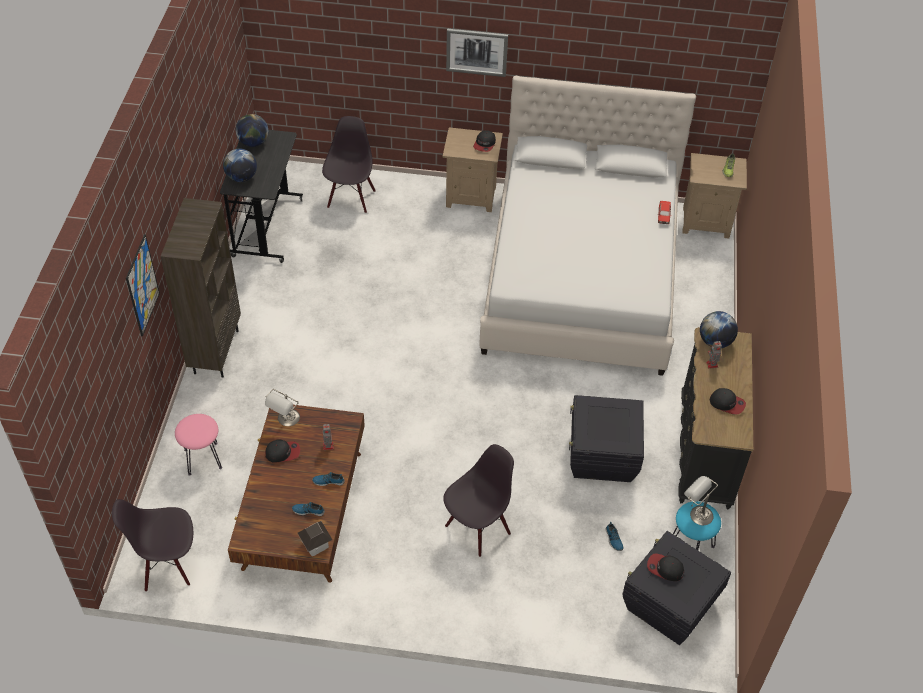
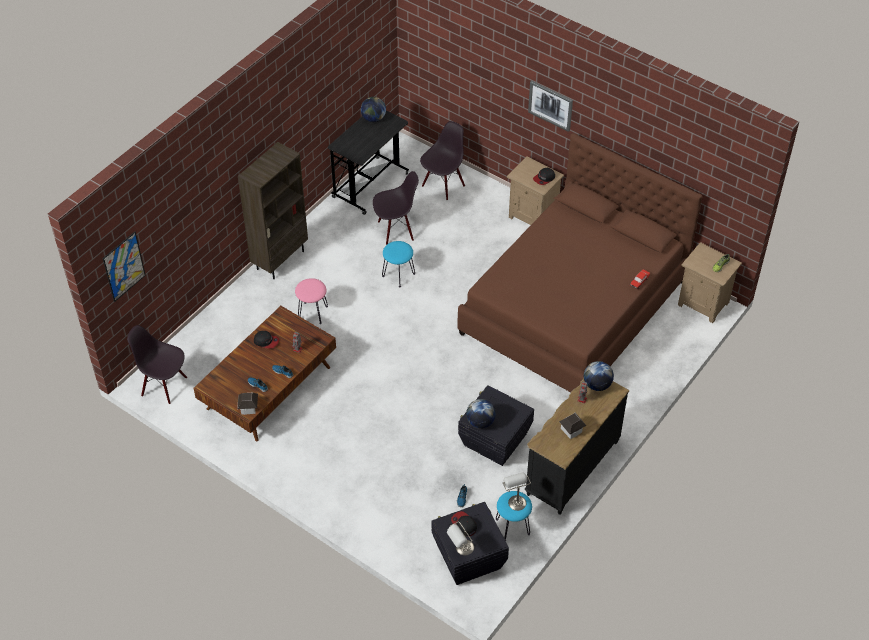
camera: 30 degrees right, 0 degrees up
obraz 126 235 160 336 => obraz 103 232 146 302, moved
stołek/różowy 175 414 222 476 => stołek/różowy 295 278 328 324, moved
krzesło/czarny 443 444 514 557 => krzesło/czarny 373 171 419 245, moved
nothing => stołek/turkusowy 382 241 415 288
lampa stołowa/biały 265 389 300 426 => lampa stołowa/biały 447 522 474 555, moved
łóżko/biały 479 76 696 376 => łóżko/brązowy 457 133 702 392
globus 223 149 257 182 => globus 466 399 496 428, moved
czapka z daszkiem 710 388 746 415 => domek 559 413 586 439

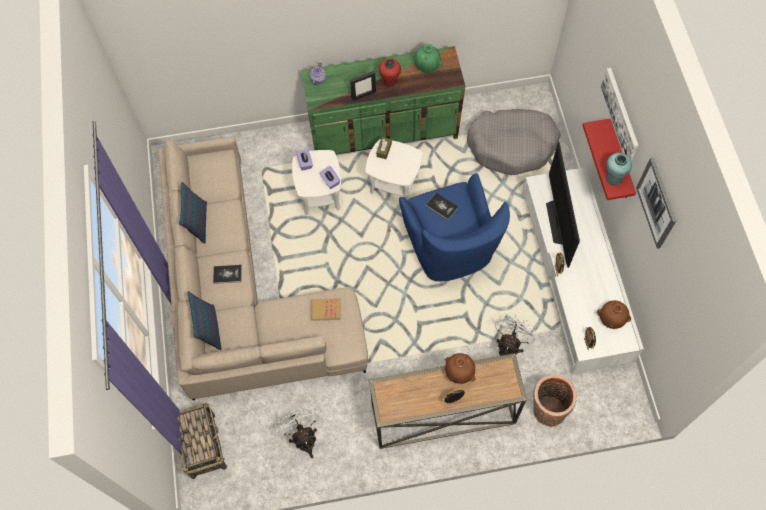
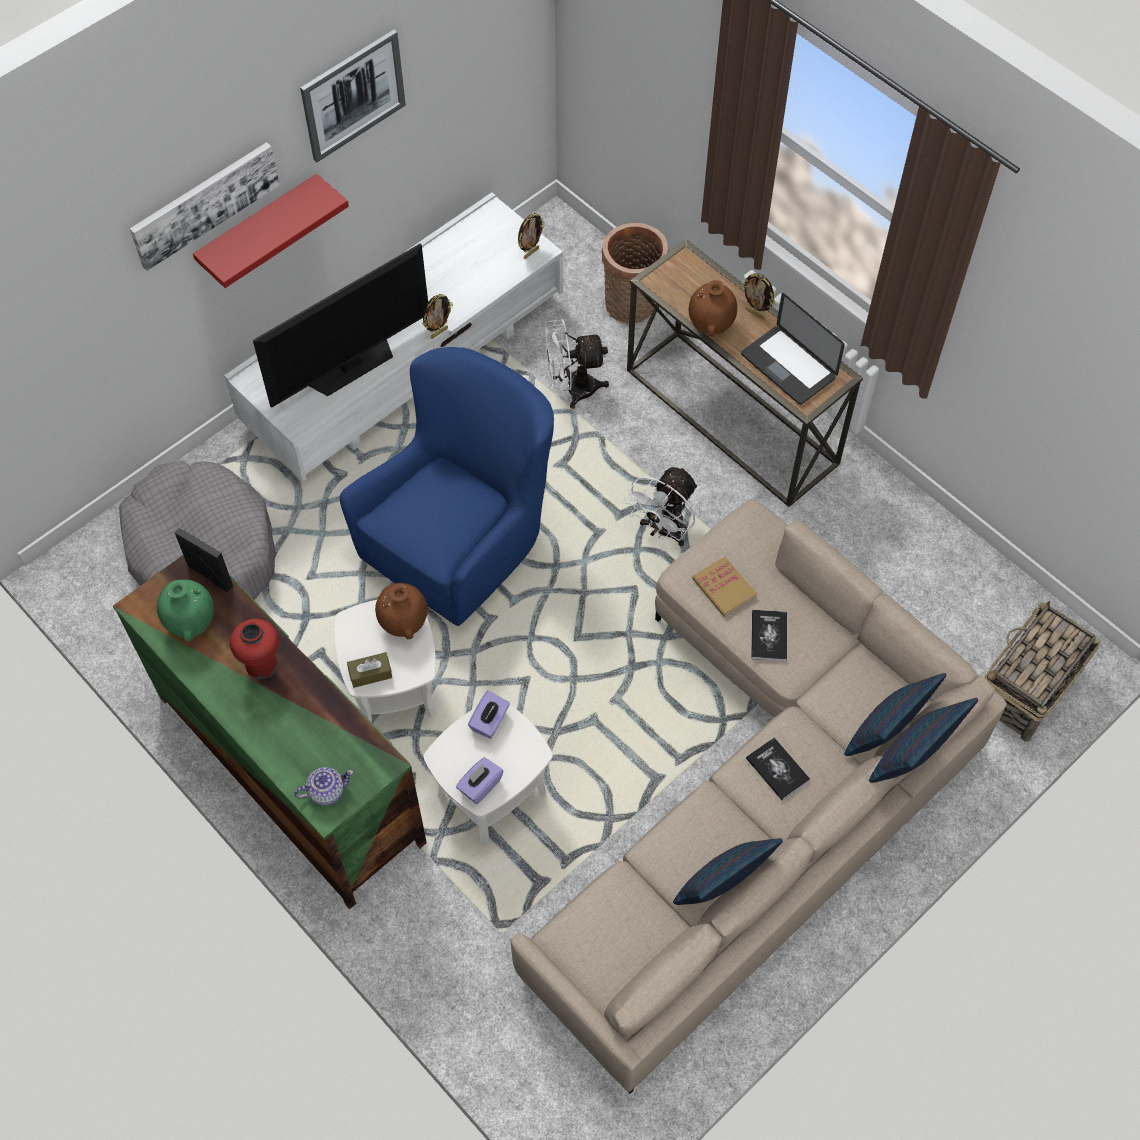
camera: 125 degrees left, 5 degrees down
ramka na zdjęcie 350 71 376 101 => ramka na zdjęcie 175 528 233 592, moved
wazon/brązowy 597 300 631 329 => wazon/brązowy 375 583 428 639, moved
wentylator/biały 275 405 319 458 => wentylator/biały 623 467 698 547, moved
nothing => laptop 741 293 845 405
książka 426 193 458 220 => książka 751 610 787 661, moved
nothing => poduszka/niebieski 869 698 978 783
wazon/turkusowy 606 153 632 186 => nothing

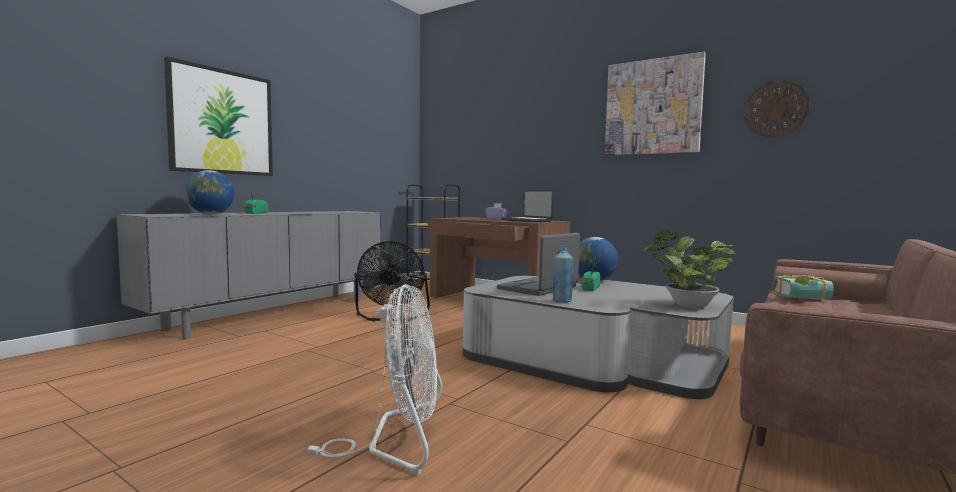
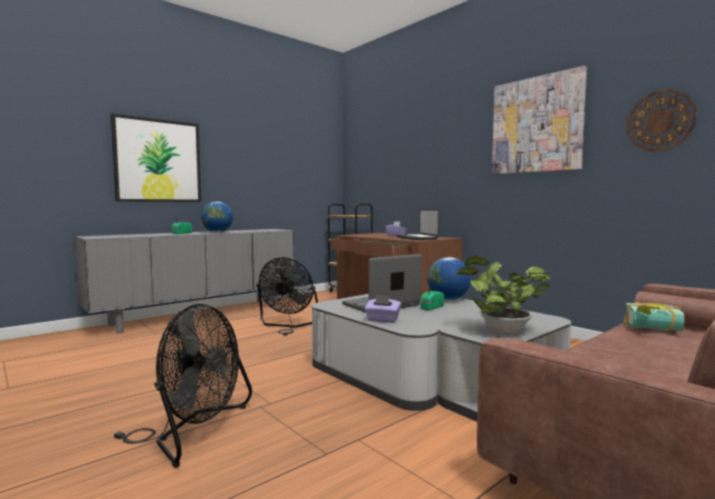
camera: 15 degrees right, 0 degrees up
wentylator/biały 307 284 442 476 => wentylator/czarny 114 304 252 468
globus 184 170 235 214 => globus 201 201 233 233, moved
butelka/niebieski 553 246 573 303 => pudełko chusteczek/fioletowy 365 295 401 323

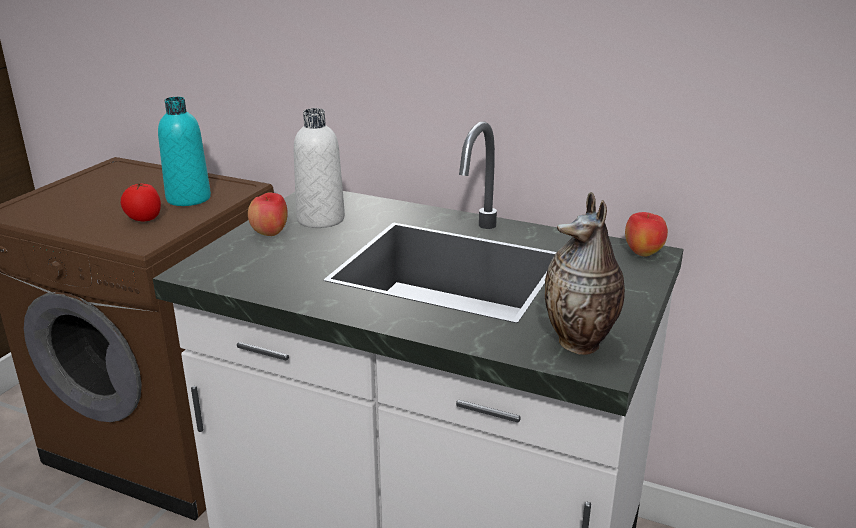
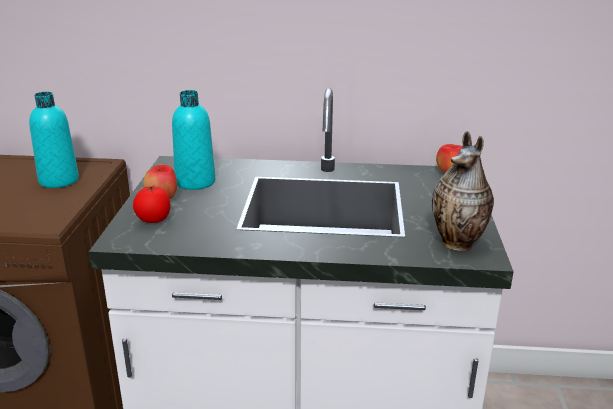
camera: 20 degrees left, 0 degrees up
pomidor 121 183 161 222 => pomidor 133 185 170 223, moved
butelka/biały 294 108 345 228 => butelka/turkusowy 172 90 215 190

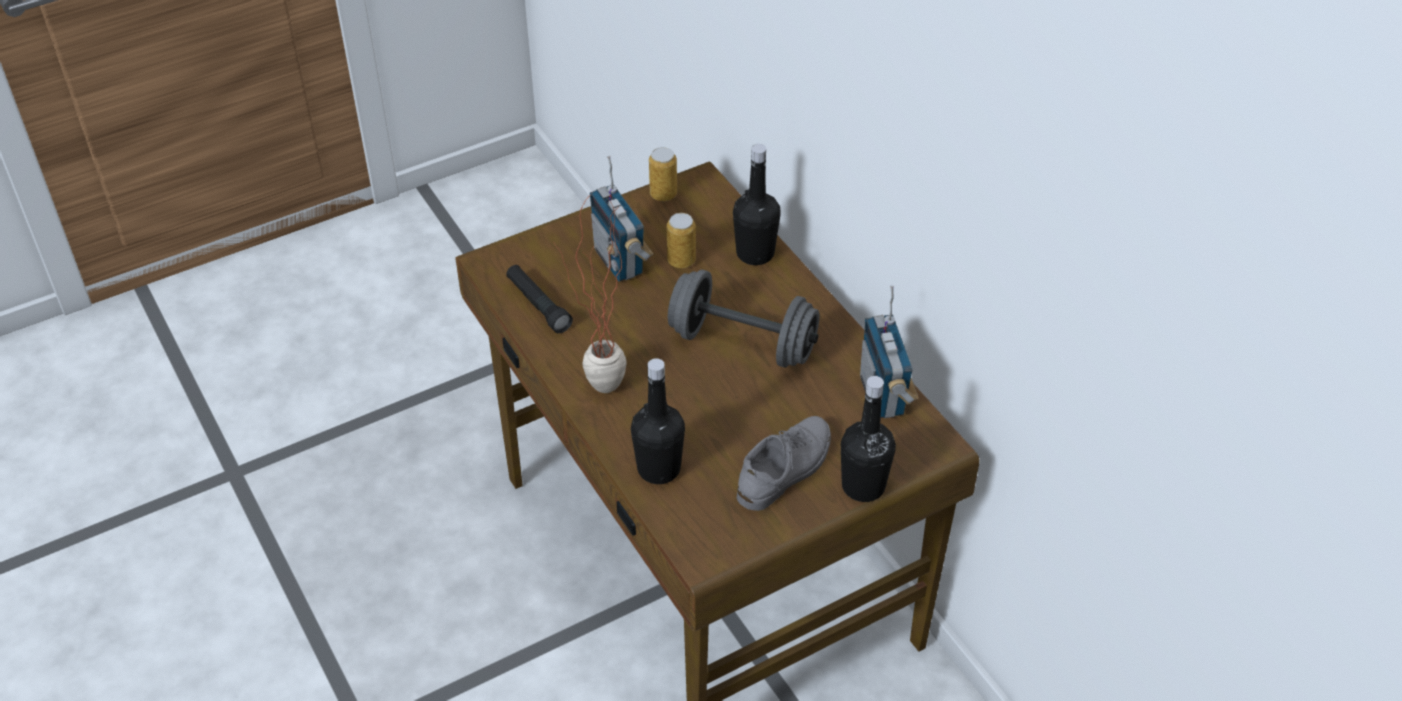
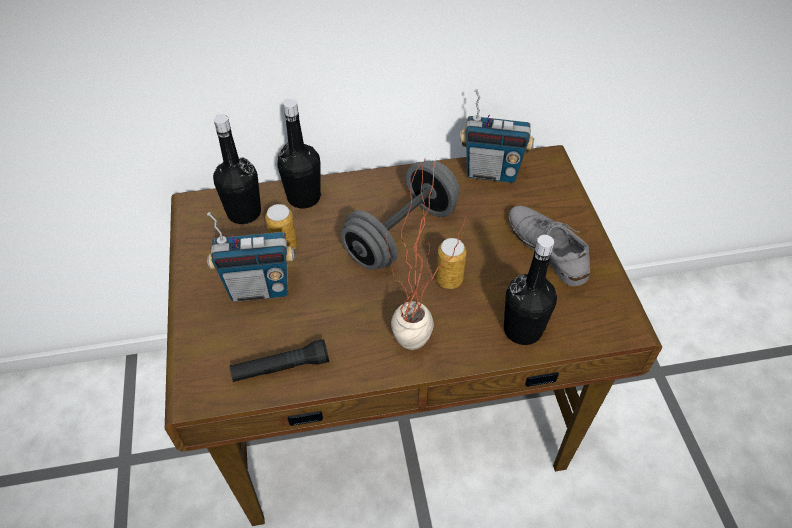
camera: 70 degrees left, 5 degrees up
butelka/czarny 841 376 896 502 => butelka/czarny 213 114 261 224, moved
puszka 649 147 677 201 => puszka 436 238 467 289, moved

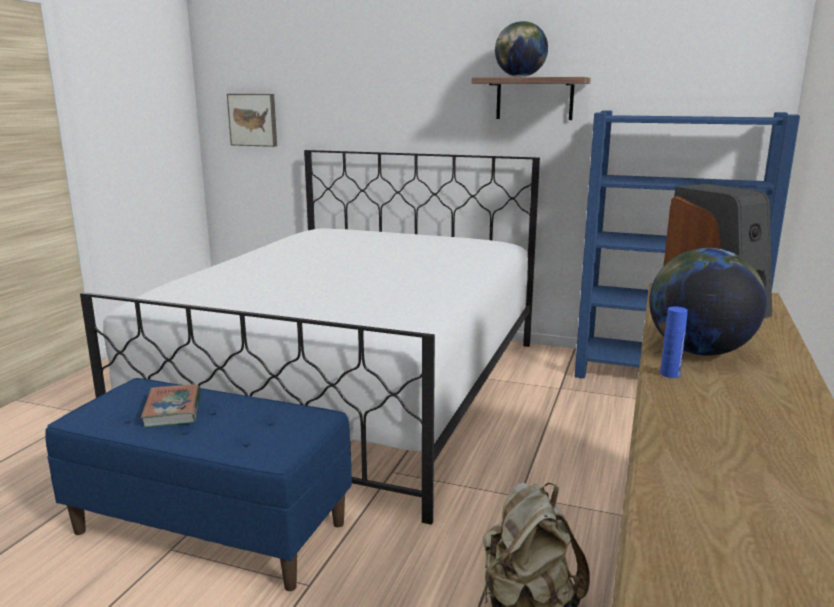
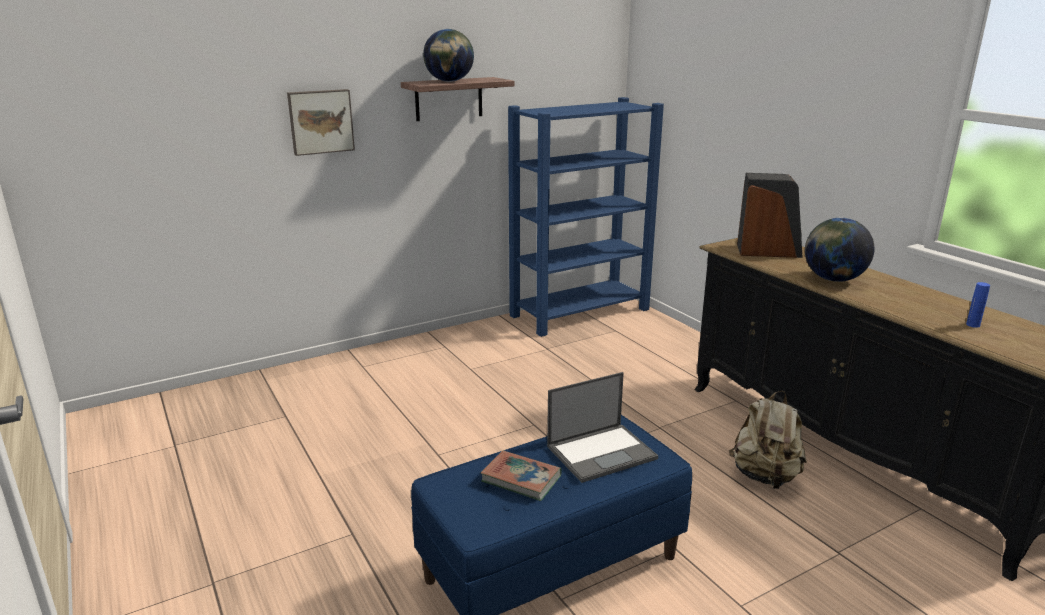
camera: 50 degrees left, 5 degrees up
obraz 227 94 277 147 => obraz 287 89 355 156, moved
nothing => laptop 547 372 658 483
butelka/niebieski 660 307 688 378 => butelka/niebieski 966 282 990 328, moved
łóżko/biały 80 150 540 525 => nothing

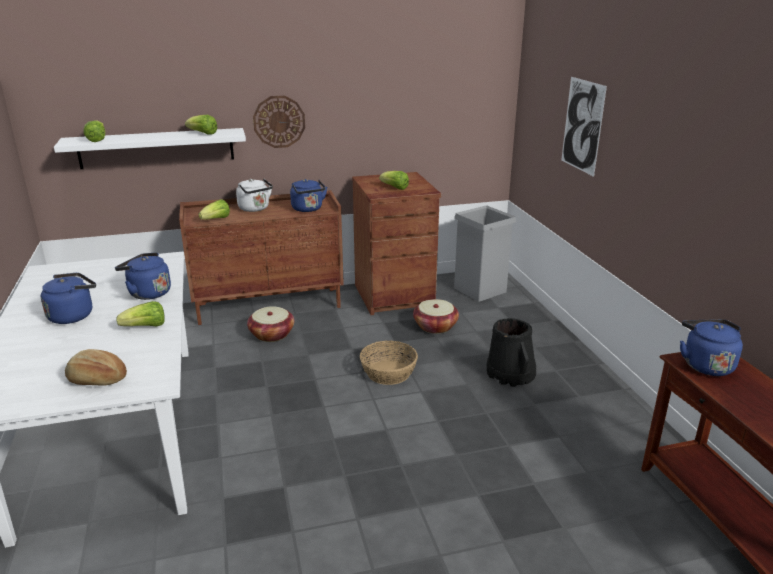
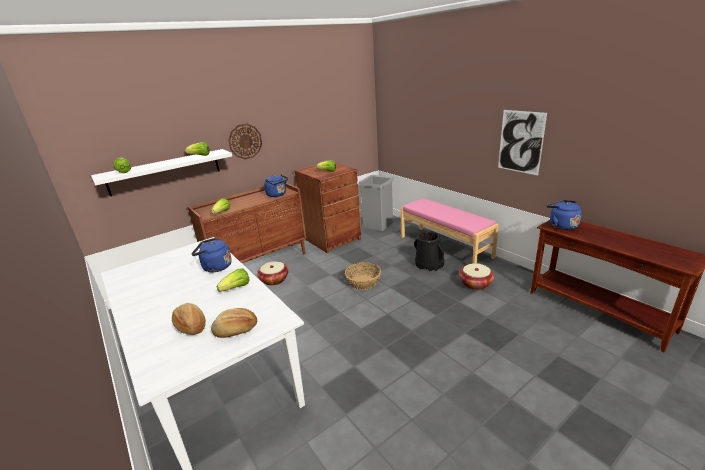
camera: 20 degrees left, 0 degrees up
nothing => chleb 172 303 206 335
nothing => ławka/różowy 400 198 499 264
koszyk 413 299 459 334 => koszyk 459 263 494 290, moved
obraz 561 77 607 177 => obraz 498 110 547 175, moved
czajnik/niebieski 41 273 96 324 => nothing
czajnik/biały 236 178 273 212 => nothing

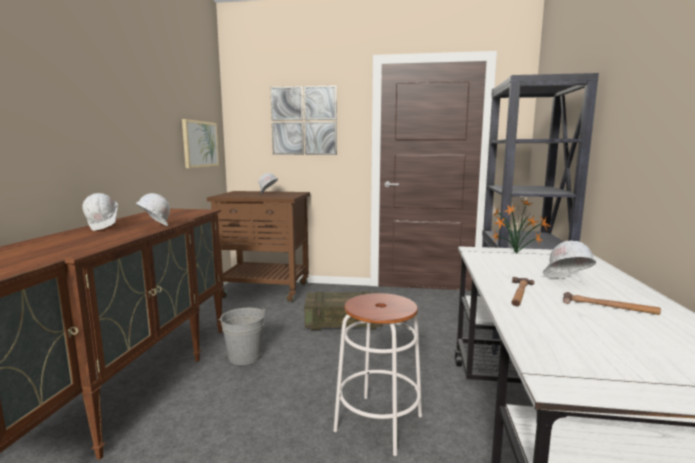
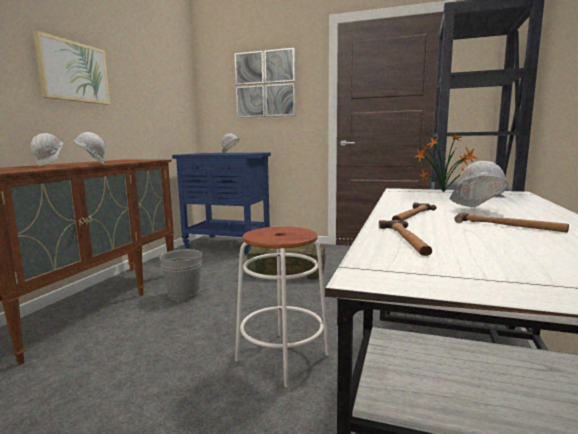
camera: 10 degrees right, 0 degrees up
obraz 182 119 219 168 => obraz 33 31 110 105, moved
wózek/brązowy 207 191 310 302 => wózek/niebieski 172 153 271 255
nothing => młotek 379 220 432 256

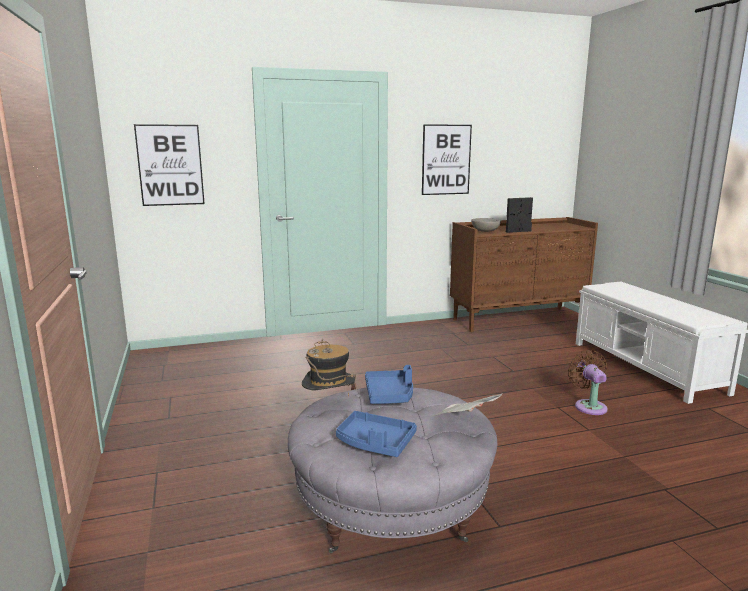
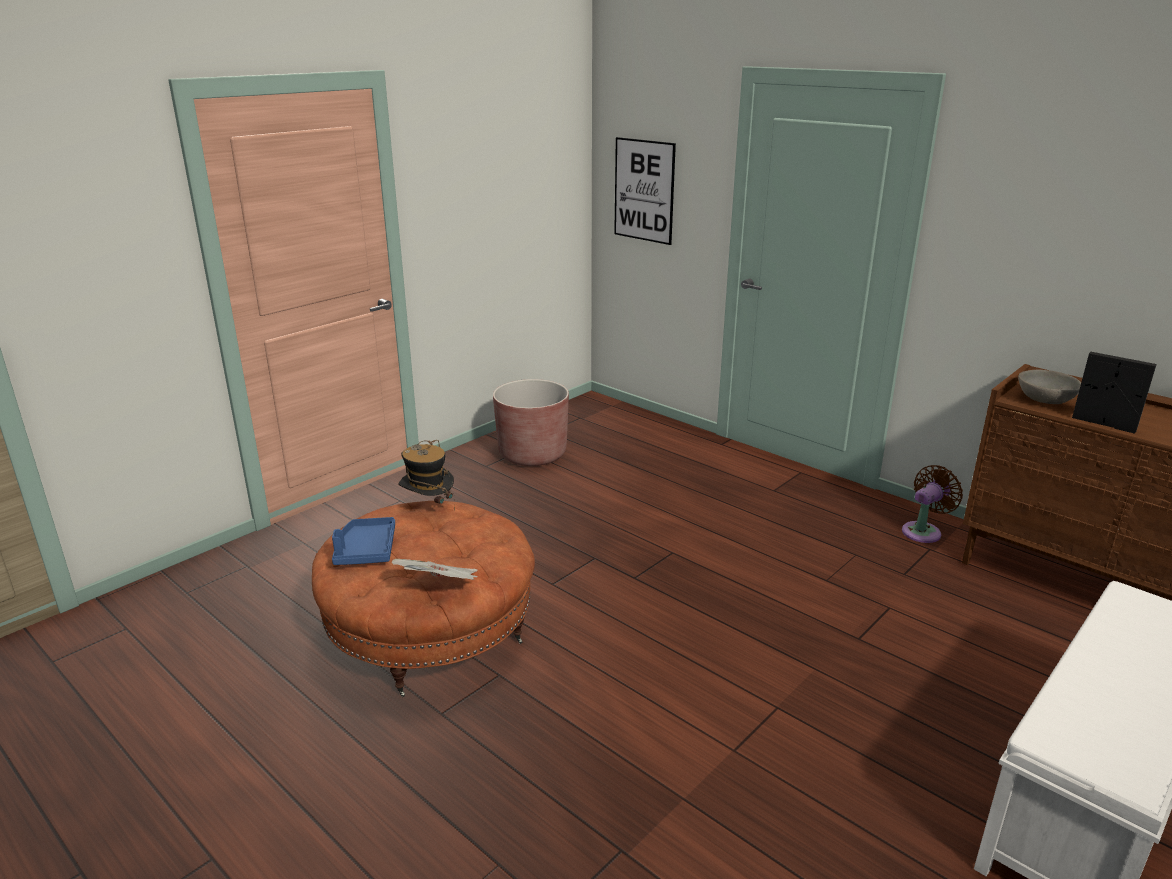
camera: 60 degrees right, 10 degrees up
pufa/szary 288 387 498 553 => pufa/brązowy 312 501 535 697
nothing => donica/brązowy 493 379 569 466
wentylator/brązowy 568 350 608 415 => wentylator/brązowy 902 465 963 543, moved
taca/niebieski 365 365 413 404 => nothing
obraz 422 124 472 195 => nothing

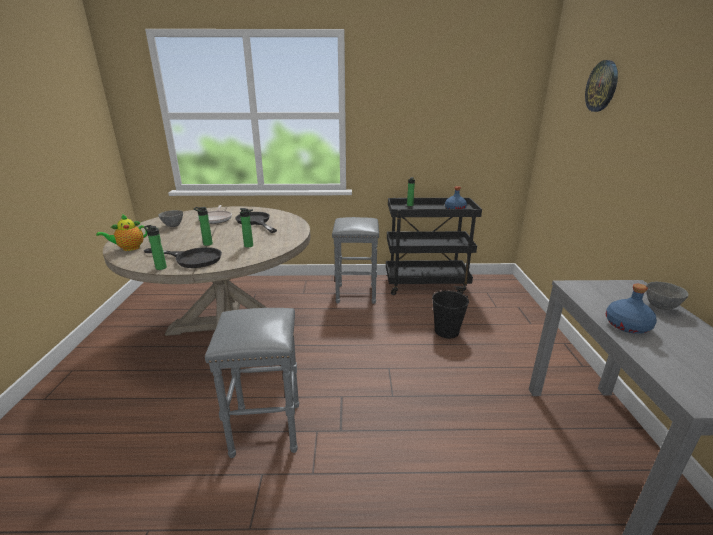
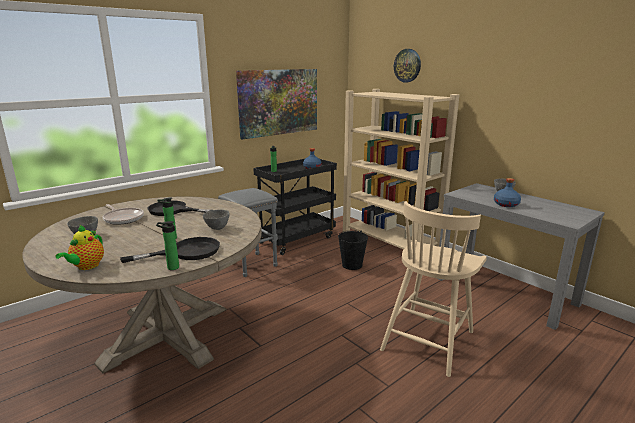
camera: 40 degrees left, 5 degrees down
butelka 240 208 253 248 => miska/szary 203 210 230 230
nothing => obraz 236 69 317 139
nothing => regał/beżowy 343 89 459 250
nothing => krzesło/beżowy 380 201 487 377
stołek/szary 205 308 299 458 => nothing

